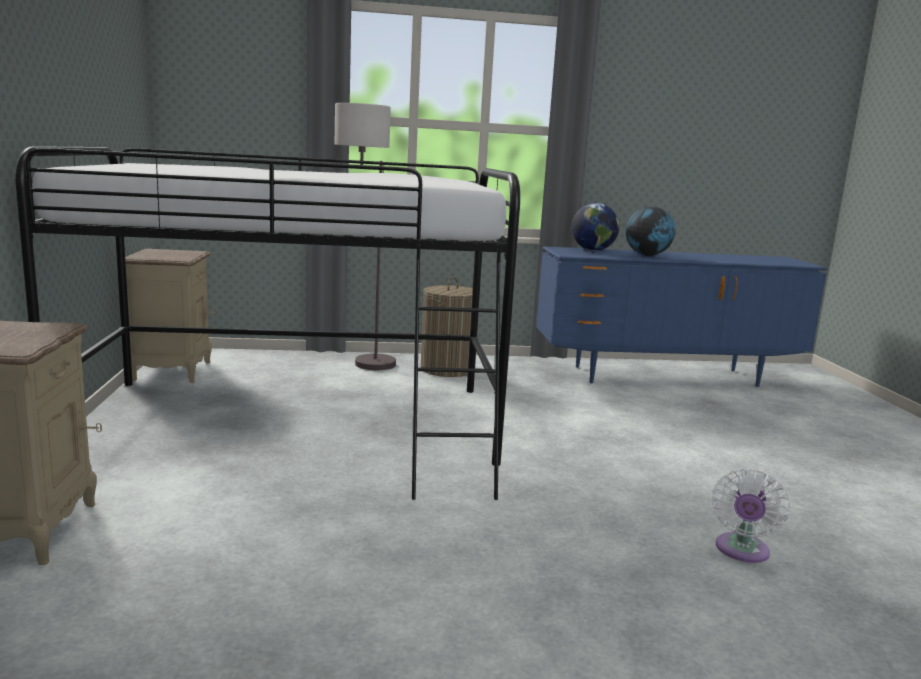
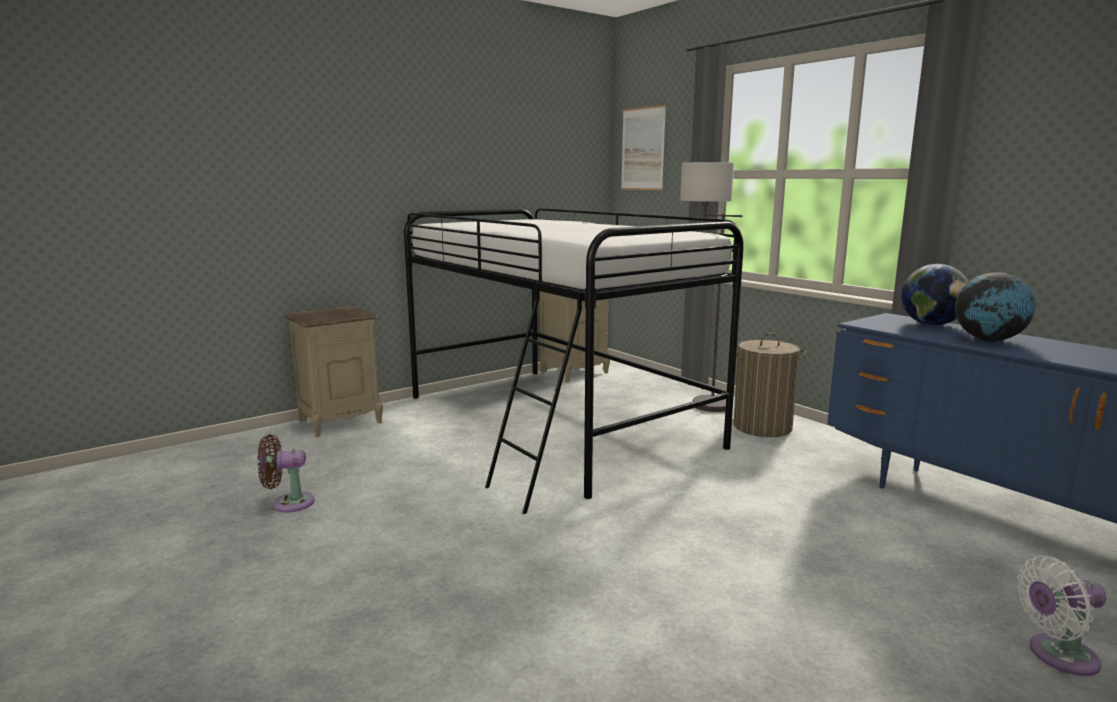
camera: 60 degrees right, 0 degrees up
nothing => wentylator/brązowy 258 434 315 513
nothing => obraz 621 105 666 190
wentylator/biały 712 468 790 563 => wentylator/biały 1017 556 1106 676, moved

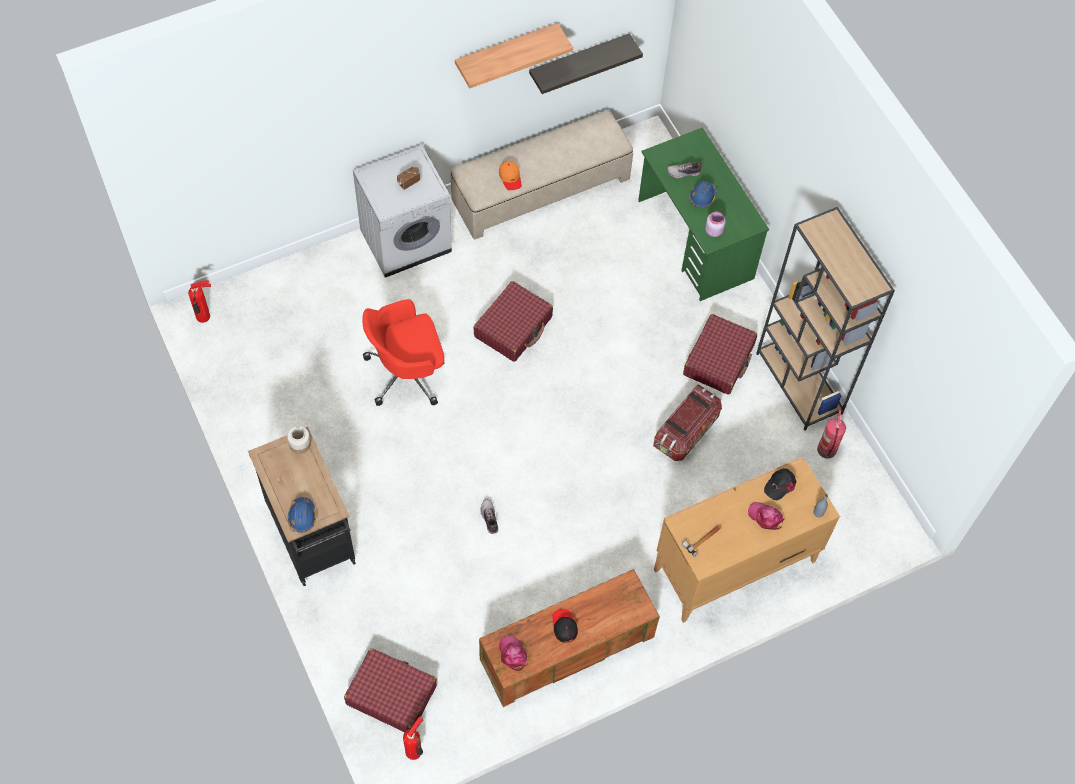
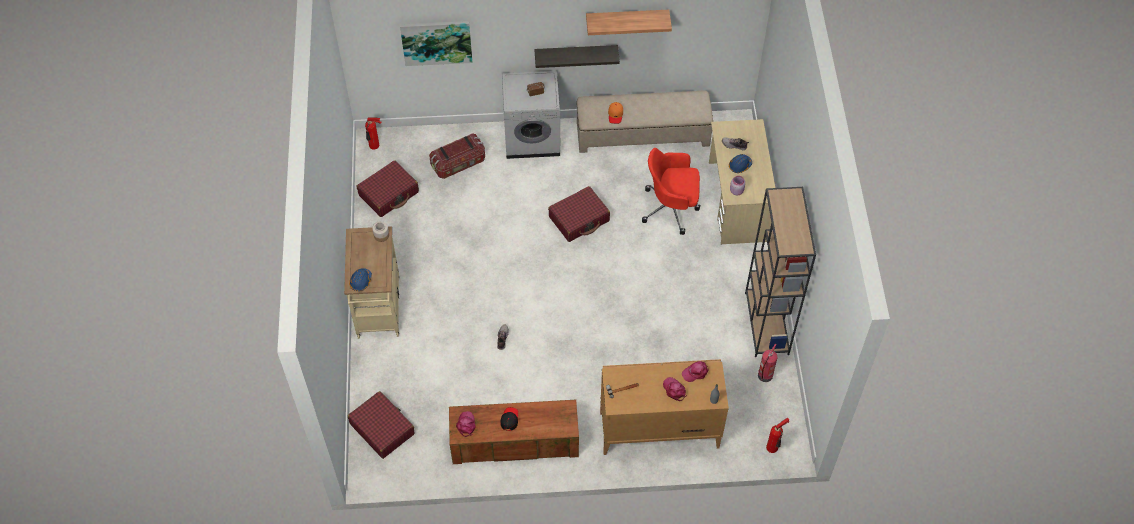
camera: 25 degrees right, 5 degrees down
wózek/czarny 248 427 356 586 => wózek/beżowy 344 226 400 339
walizka/czerwony 683 314 757 395 => walizka/czerwony 356 160 419 217, moved
nothing => obraz 400 21 472 66
pojemnik do przechowywania 653 384 722 461 => pojemnik do przechowywania 429 133 485 179, moved
półka 529 33 643 94 => półka 534 45 620 68, moved
krzesło biurowe/czerwony 362 299 444 406 => krzesło biurowe/czerwony 642 148 701 235, moved
czapka z daszkiem/czarny 764 468 796 500 => czapka z daszkiem/różowy 682 361 709 382
biurko/zielony 638 127 769 301 => biurko/beżowy 709 119 775 244
gaśnica 403 716 423 760 => gaśnica 766 418 789 453, moved

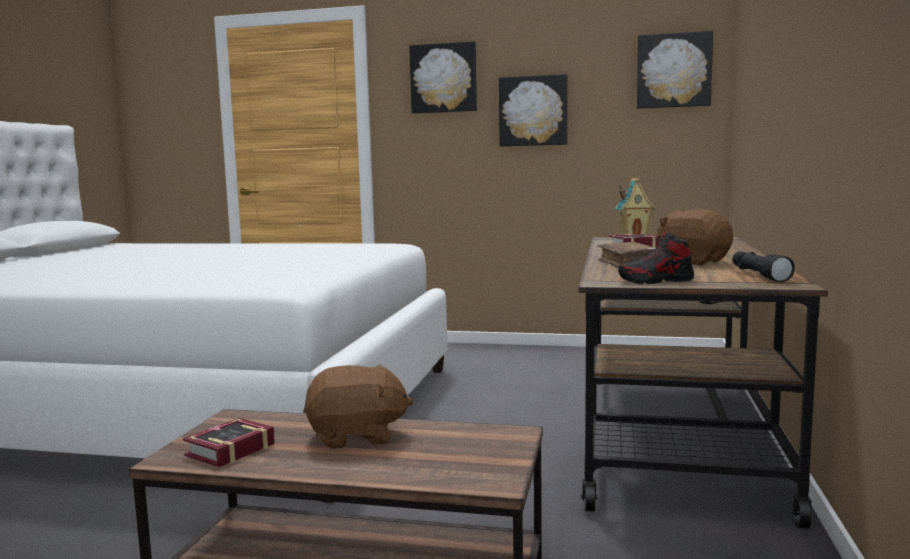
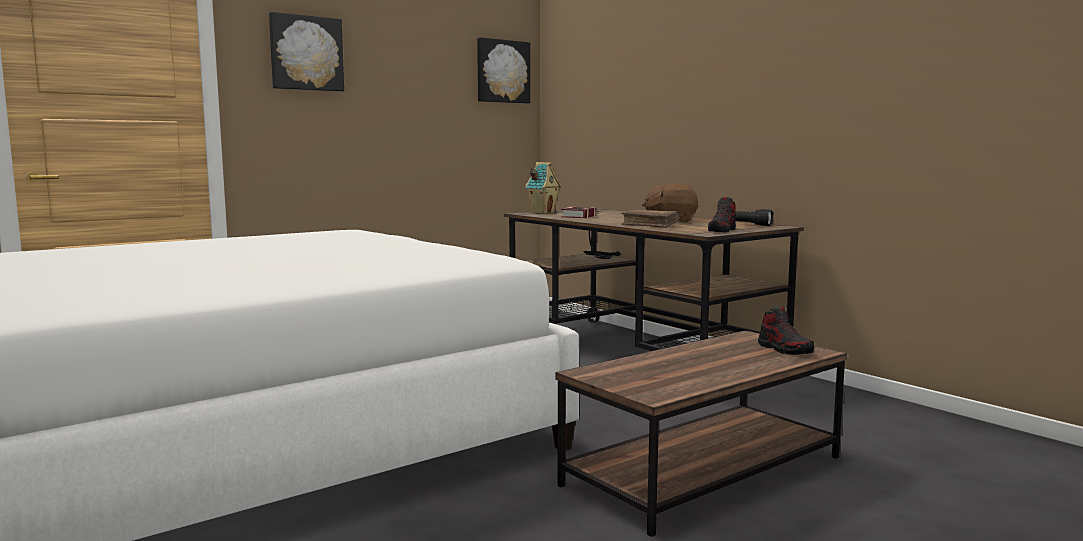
camera: 50 degrees left, 0 degrees up
nothing => but 758 306 814 355
książka 183 418 275 467 => nothing
pluszak/brązowy 303 365 413 449 => nothing
obraz 499 74 568 147 => nothing

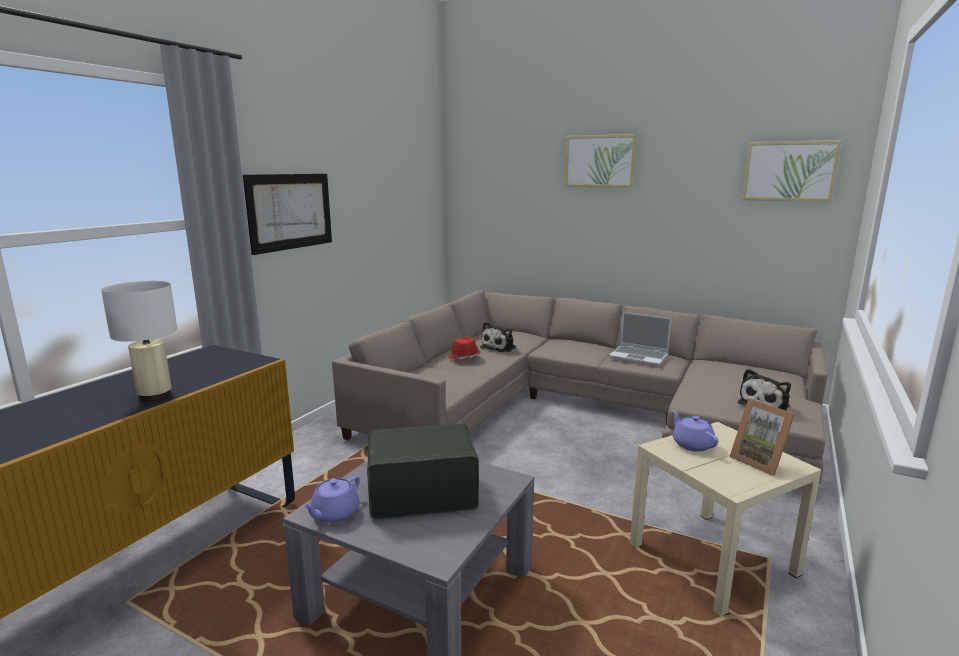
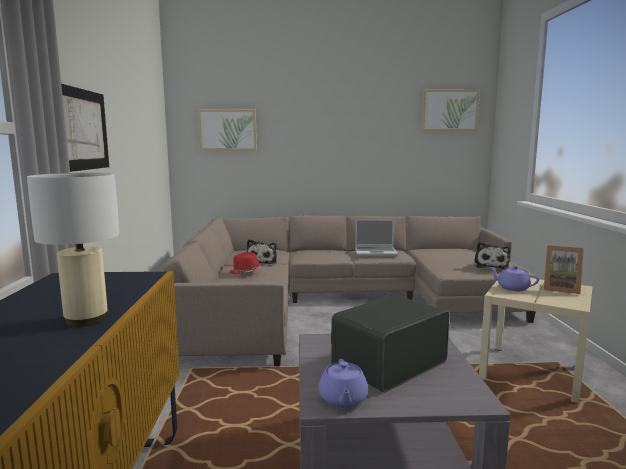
camera: 30 degrees left, 5 degrees down
obraz 565 134 637 188 => obraz 198 109 257 151, moved

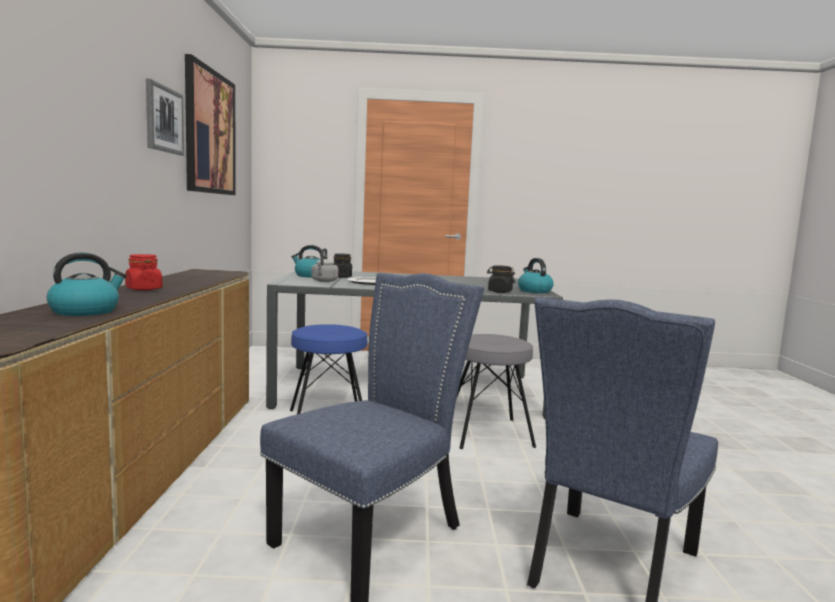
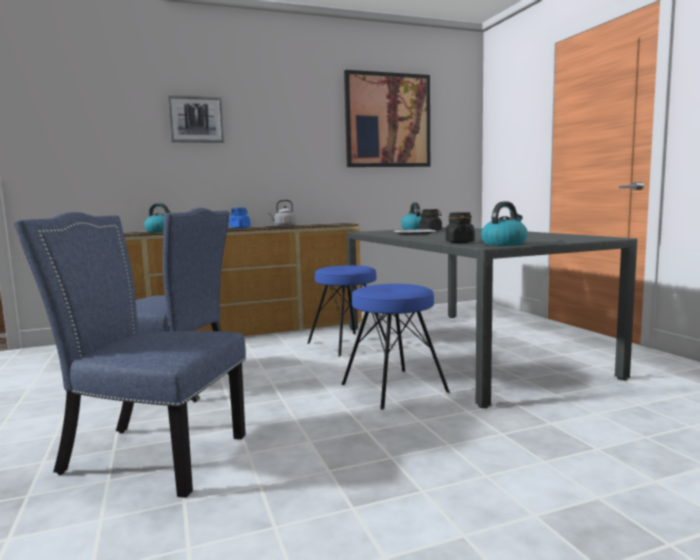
camera: 70 degrees right, 0 degrees up
obraz 146 79 184 156 => obraz 168 95 224 143, moved
słoik/czerwony 125 254 163 291 => słoik/niebieski 229 208 251 228
czajnik/szary 312 248 338 282 => czajnik/szary 268 200 296 227, moved
stołek/szary 457 334 536 449 => stołek/niebieski 342 284 450 409

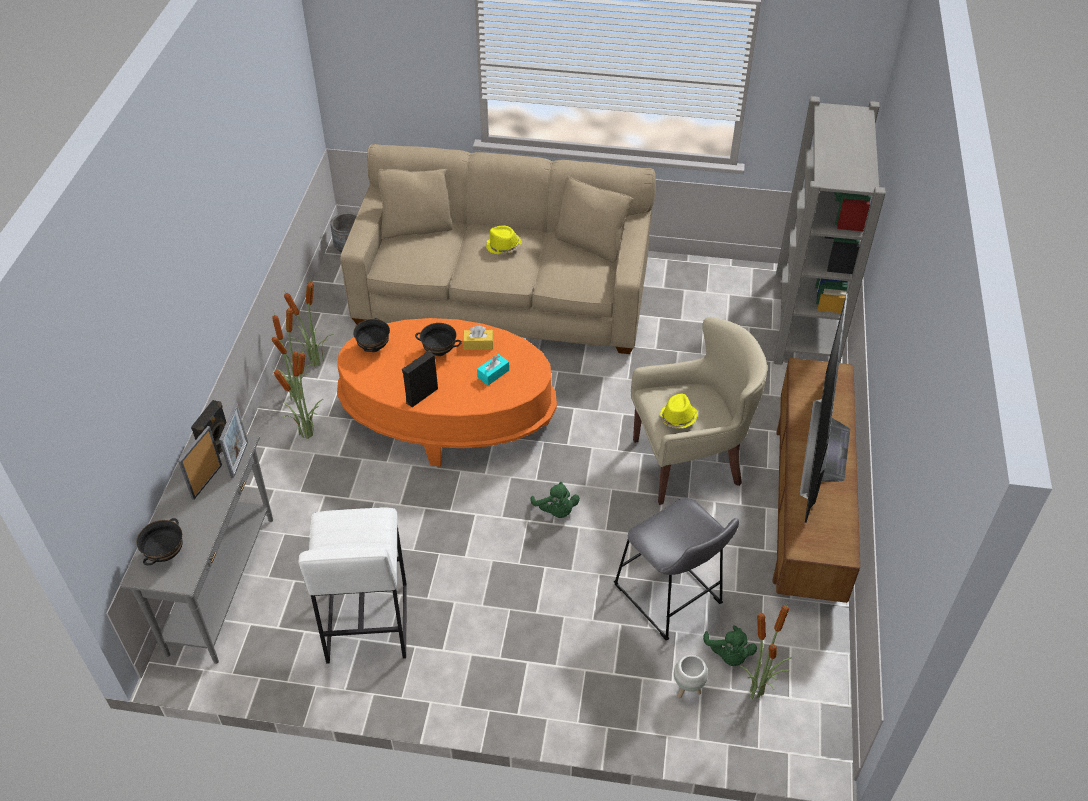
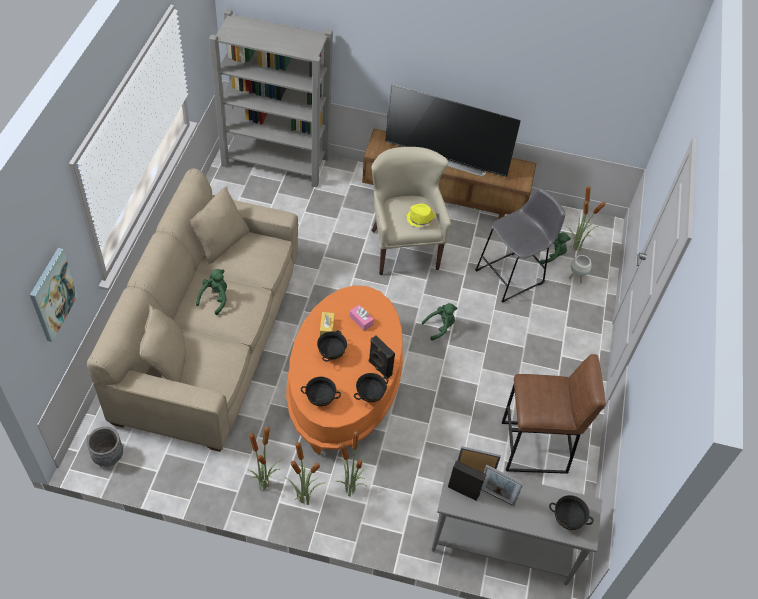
camera: 90 degrees left, 5 degrees up
nothing => obraz 30 248 78 342
kapelusz/żółty 486 226 522 254 => pluszak/zielony 196 269 227 315
pudełko chusteczek/turkusowy 477 354 509 385 => pudełko chusteczek/różowy 349 305 374 331
nothing => miska/czarny 354 373 388 402
stołek/biały 299 508 407 664 => stołek/brązowy 502 354 606 474

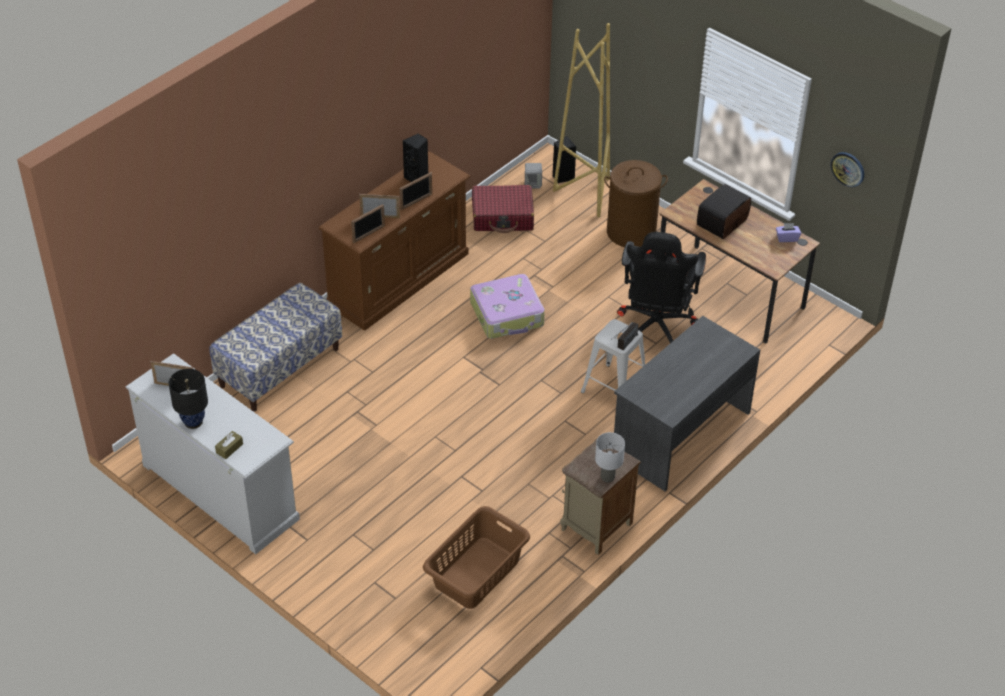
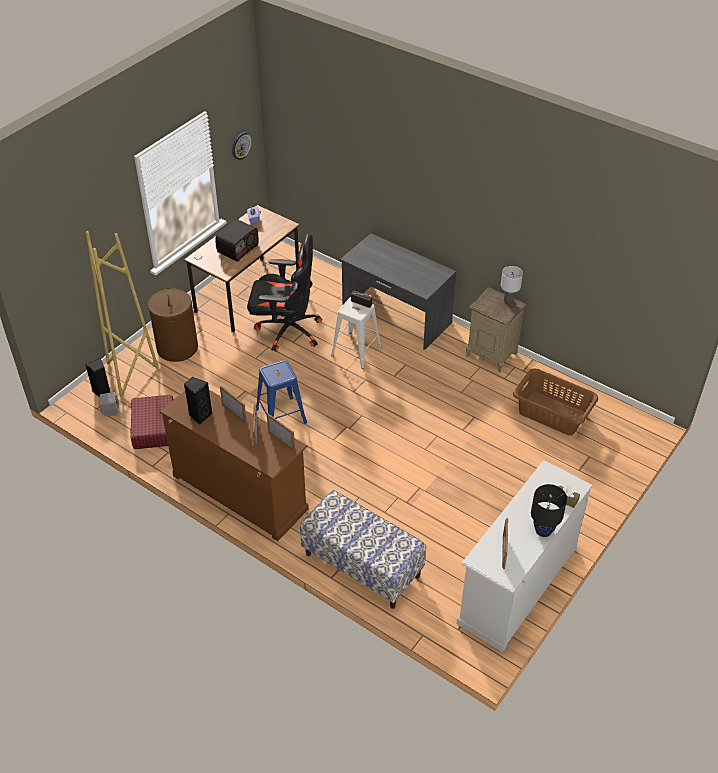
camera: 95 degrees left, 0 degrees up
radio 697 184 751 239 => radio 215 219 258 261, 90 degrees counterclockwise
walizka 470 274 545 339 => stołek/niebieski 256 360 307 424

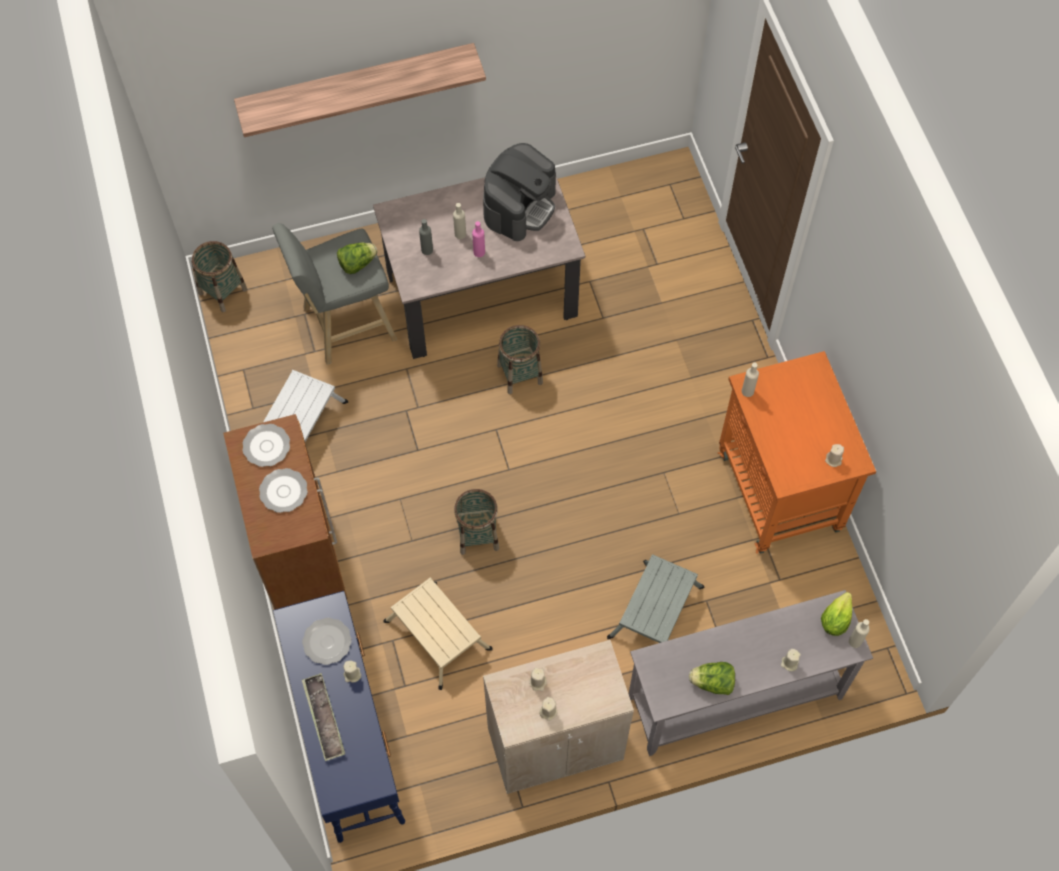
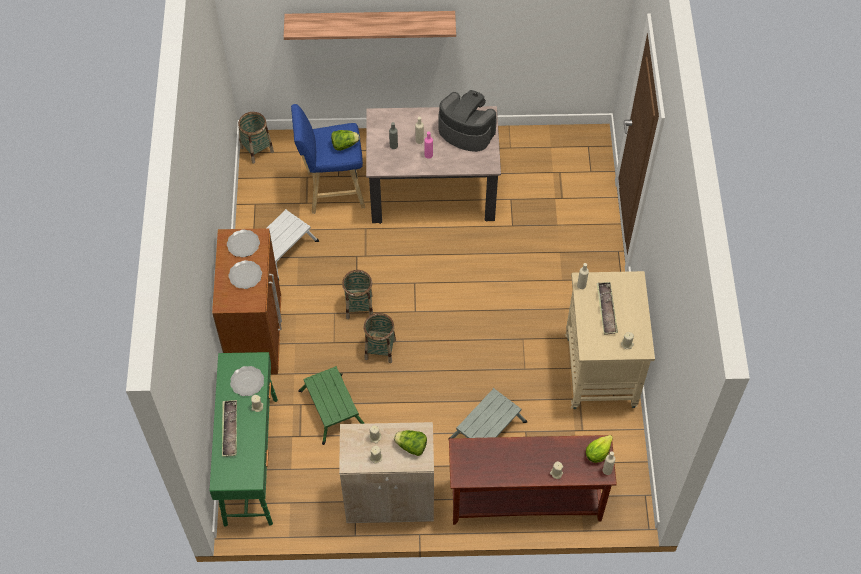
camera: 15 degrees right, 5 degrees down
stolik konsolowy/niebieski 273 591 405 843 => stolik konsolowy/zielony 210 352 278 527
stołek/szary 272 223 397 365 => stołek/niebieski 291 104 365 214
drabinka/beżowy 383 577 492 690 => drabinka/zielony 298 366 365 445
koszyk 497 325 543 394 => koszyk 342 270 373 319, moved
sałata 689 662 735 695 => sałata 394 430 427 456, moved
ekspres do kawy 483 143 556 241 => ekspres do kawy 439 90 497 152, 105 degrees counterclockwise
stolik konsolowy/szary 629 590 873 756 => stolik konsolowy/brązowy 449 435 617 525
wózek/pomarańczowy 718 351 876 554 => wózek/beżowy 565 271 655 409
nothing => taca 596 282 618 335

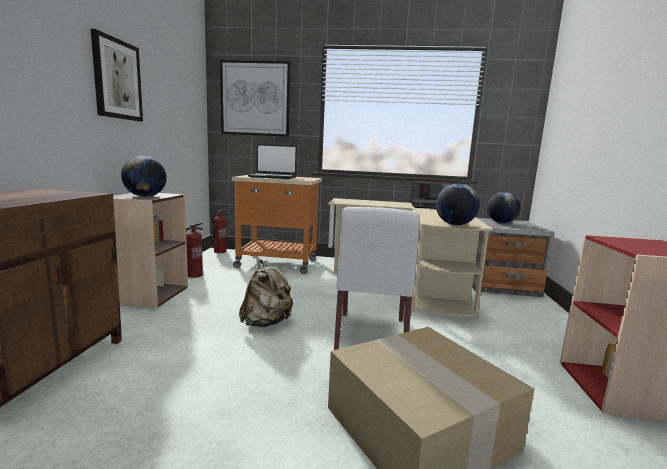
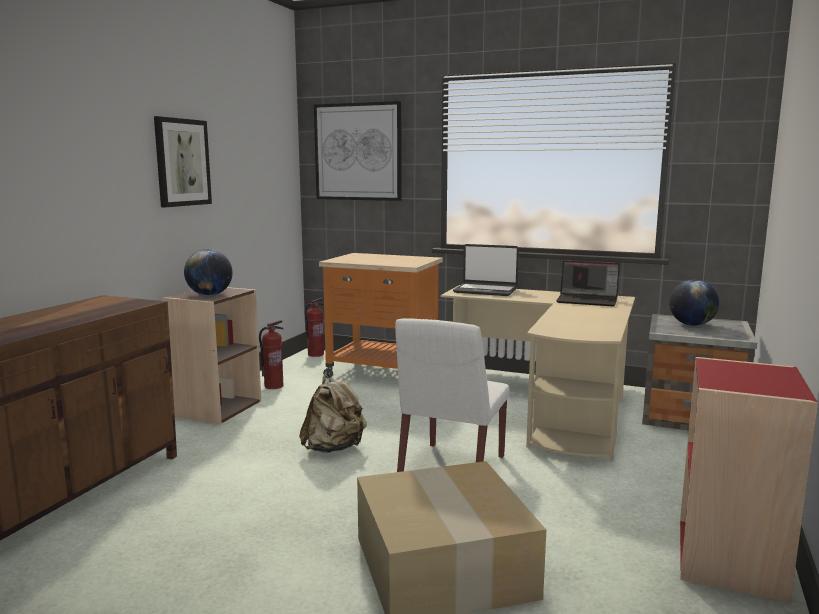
camera: 15 degrees right, 0 degrees up
laptop 248 144 297 179 => laptop 453 244 519 296, moved
globus 436 184 480 225 => nothing

